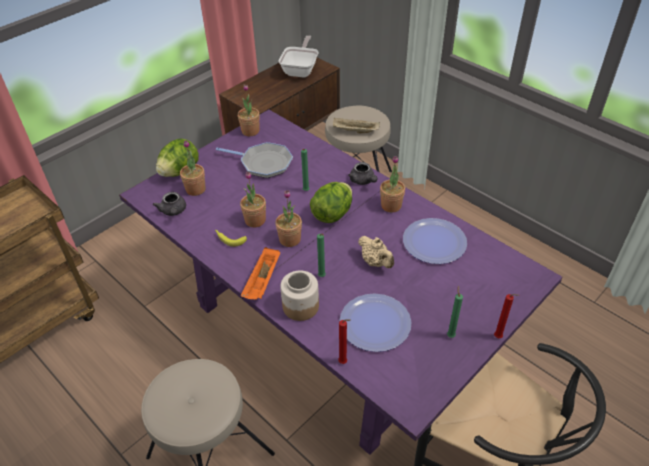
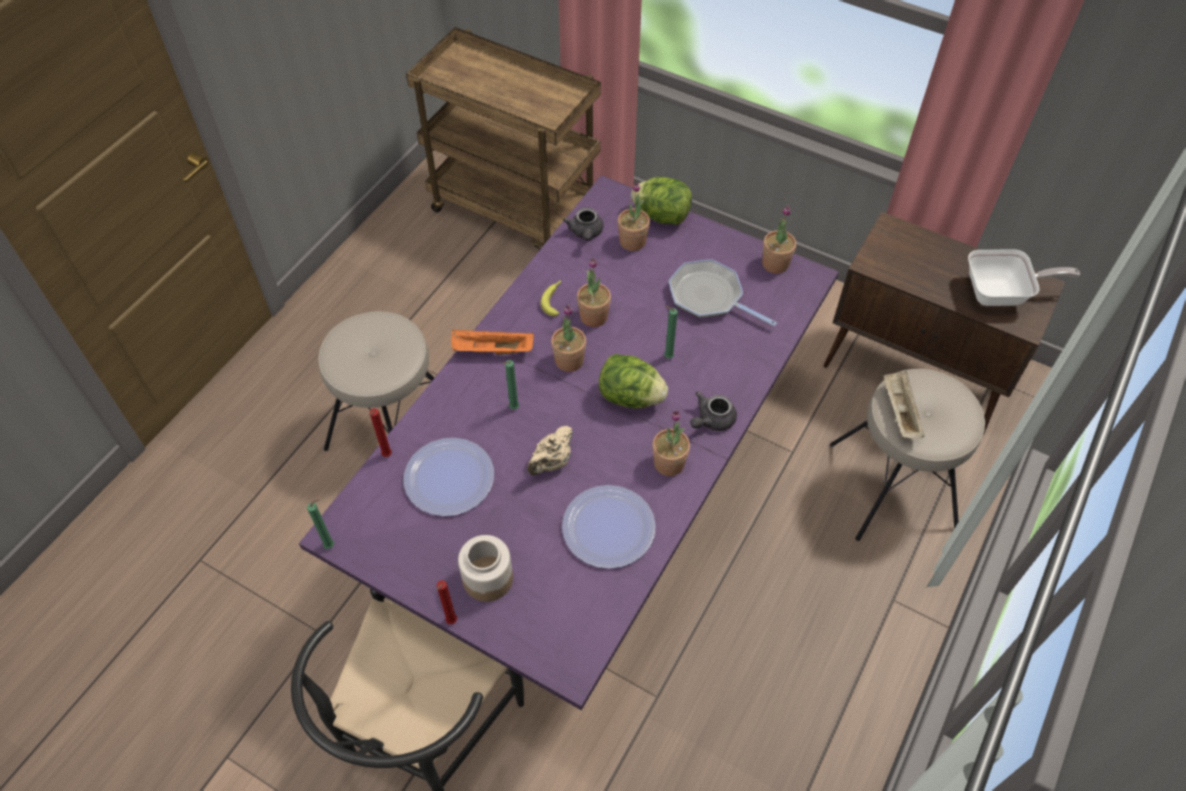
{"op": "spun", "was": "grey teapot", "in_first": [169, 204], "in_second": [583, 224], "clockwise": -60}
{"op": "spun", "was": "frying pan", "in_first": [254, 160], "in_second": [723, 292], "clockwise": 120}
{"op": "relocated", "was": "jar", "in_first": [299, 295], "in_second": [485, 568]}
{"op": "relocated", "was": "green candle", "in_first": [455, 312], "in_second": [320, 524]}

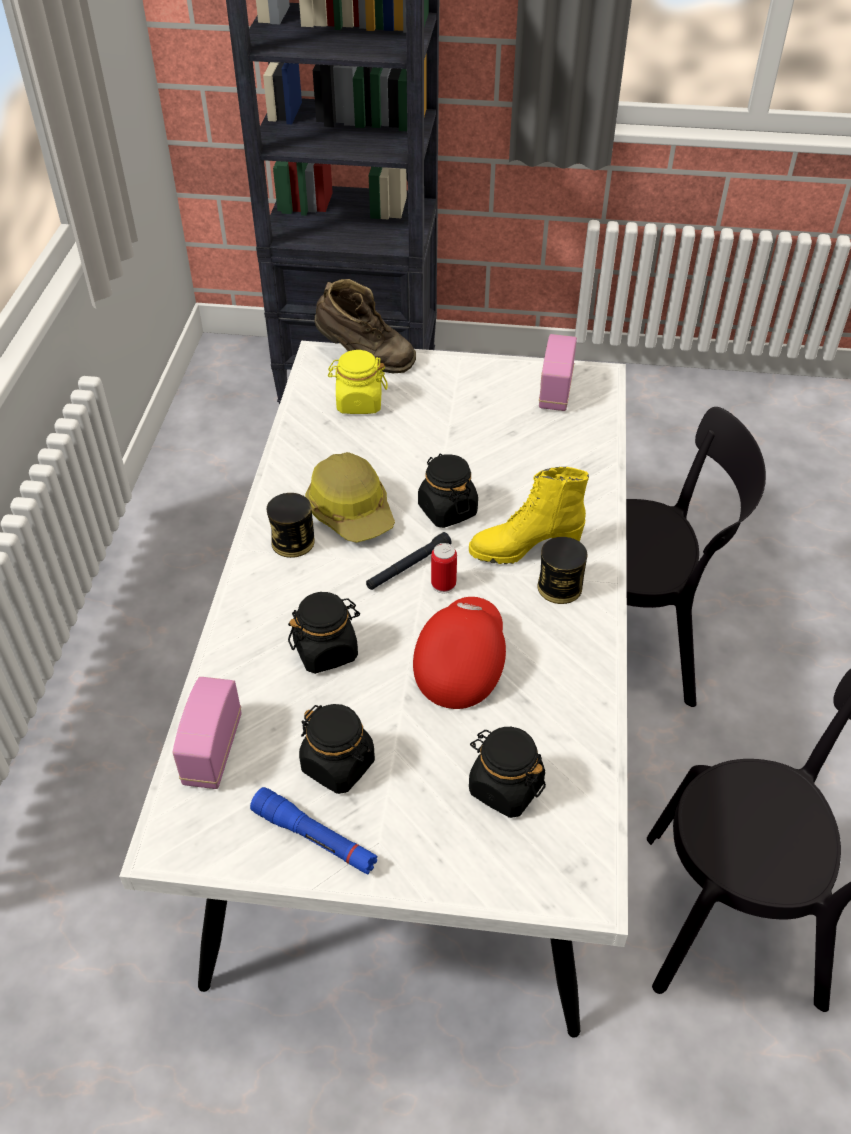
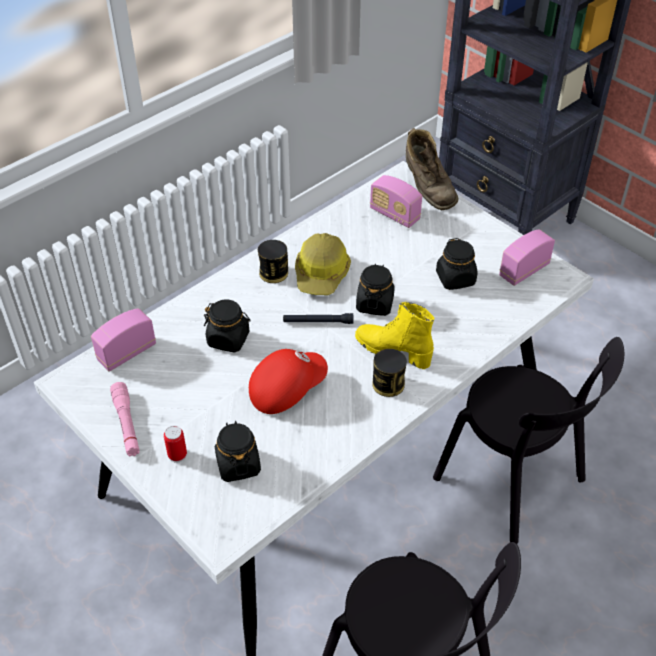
{"op": "colour", "was": "blue flashlight", "now": "pink flashlight", "in_first": [314, 830], "in_second": [125, 419]}
{"op": "relocated", "was": "black jar", "in_first": [337, 749], "in_second": [456, 264]}
{"op": "exchanged", "was": "yellow jar", "now": "radio", "in_first": [357, 382], "in_second": [396, 201]}
{"op": "relocated", "was": "can", "in_first": [444, 568], "in_second": [175, 444]}

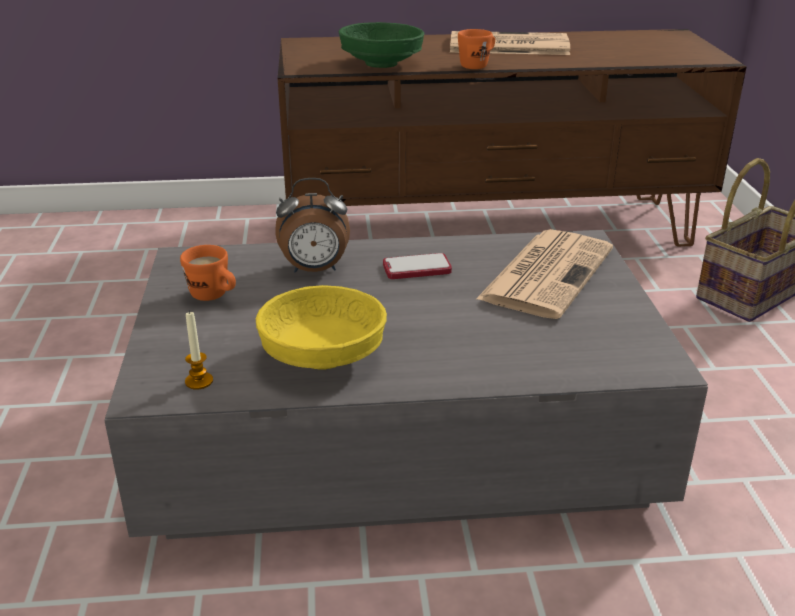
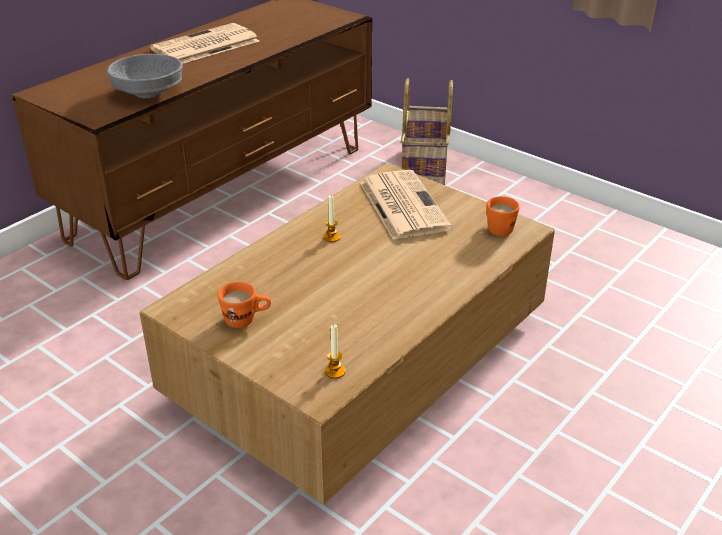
{"op": "colour", "was": "grey coffee table", "now": "brown coffee table", "in_first": [406, 384], "in_second": [347, 334]}
{"op": "missing", "was": "yellow bowl", "in_first": [321, 327]}
{"op": "missing", "was": "alarm clock", "in_first": [312, 225]}
{"op": "colour", "was": "green bowl", "now": "grey bowl", "in_first": [381, 45], "in_second": [145, 76]}
{"op": "exchanged", "was": "phone", "now": "candle", "in_first": [417, 266], "in_second": [332, 218]}
{"op": "relocated", "was": "orange mug", "in_first": [476, 49], "in_second": [503, 216]}

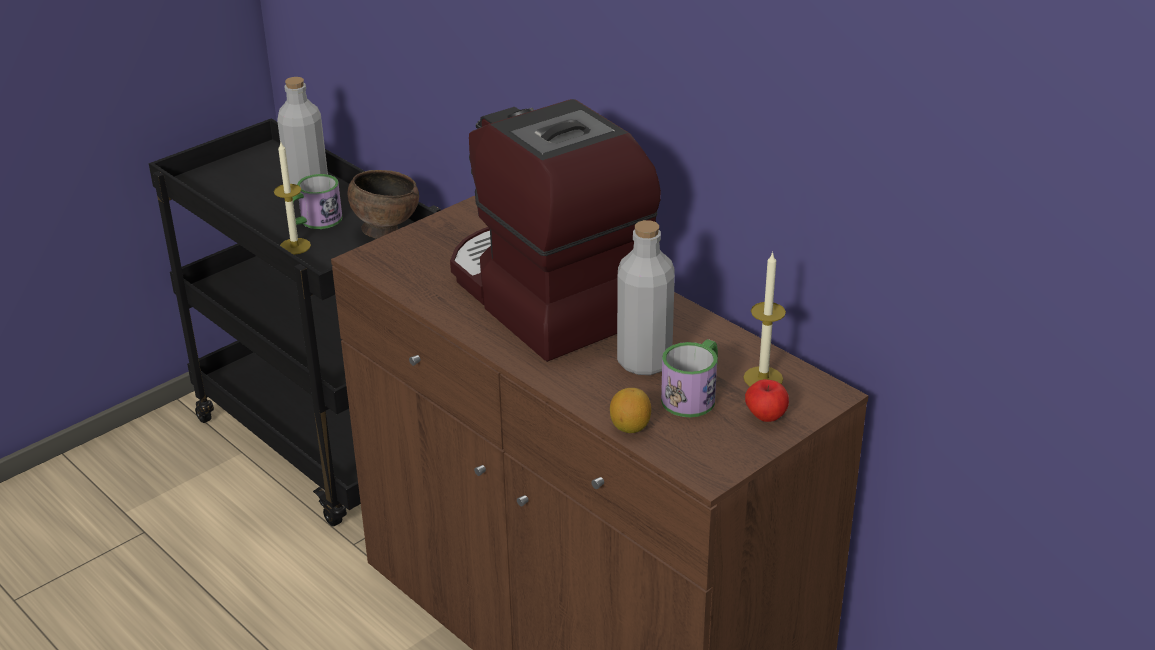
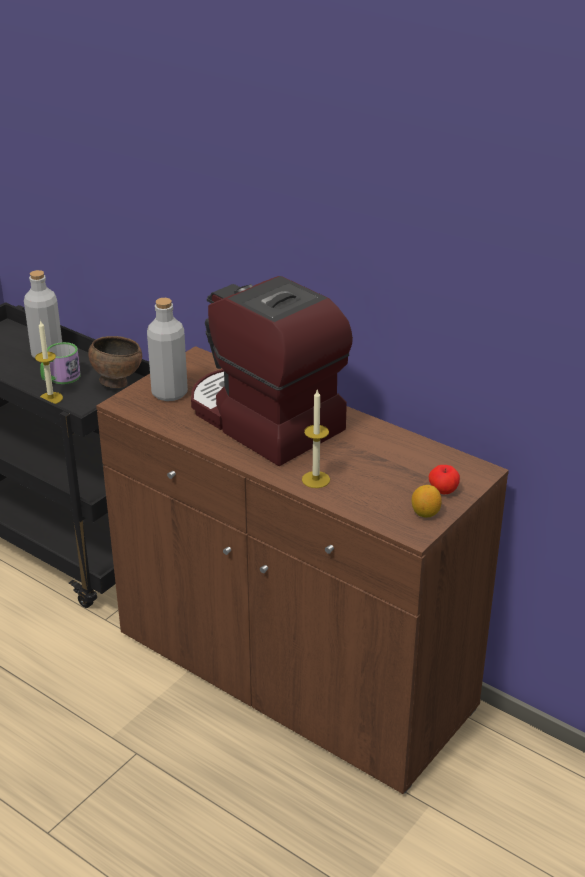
{"op": "relocated", "was": "lemon", "in_first": [630, 410], "in_second": [427, 501]}
{"op": "relocated", "was": "grey bottle", "in_first": [646, 297], "in_second": [167, 349]}
{"op": "missing", "was": "mug", "in_first": [689, 378]}
{"op": "relocated", "was": "candle", "in_first": [764, 318], "in_second": [316, 439]}

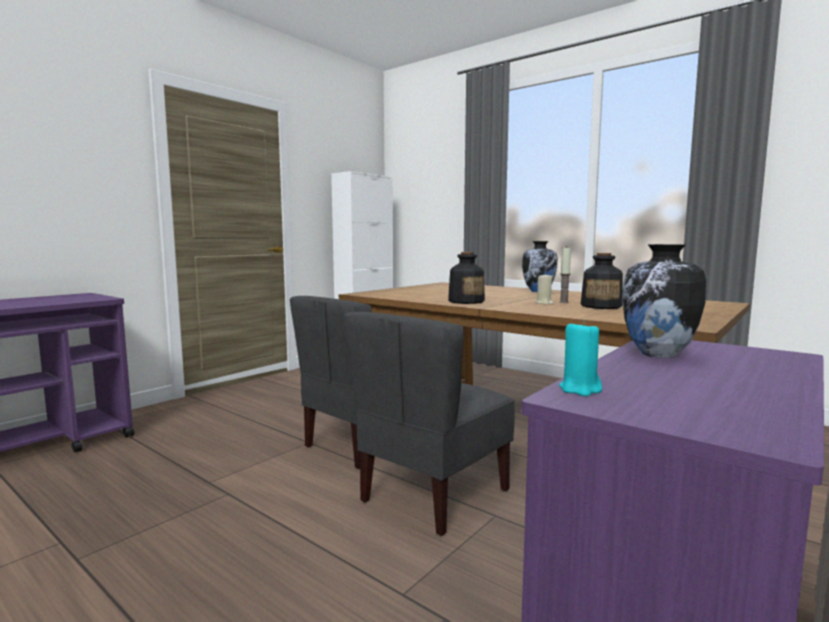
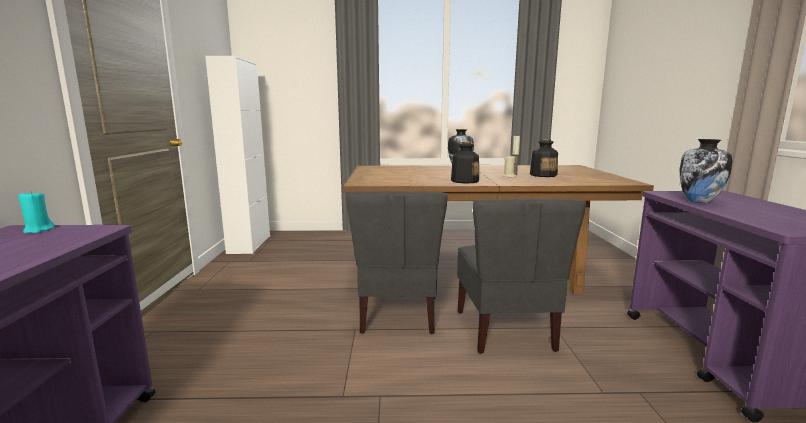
{"op": "relocated", "was": "turquoise candle", "in_first": [580, 358], "in_second": [36, 211]}

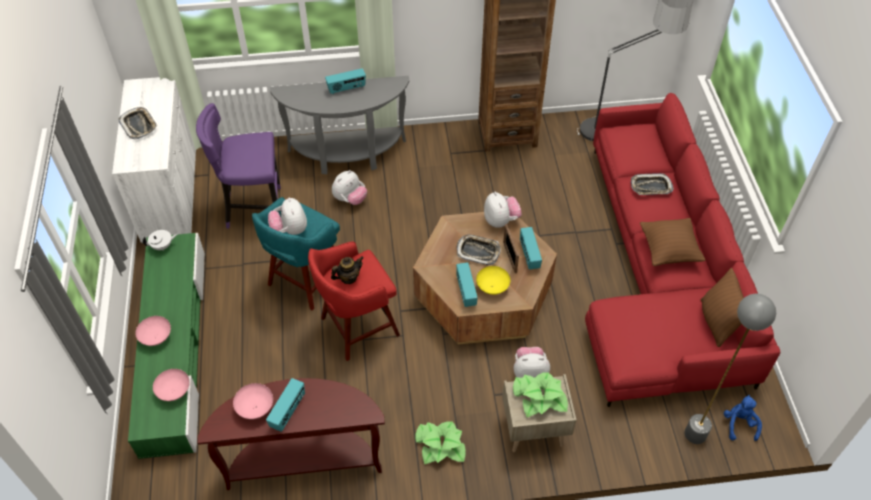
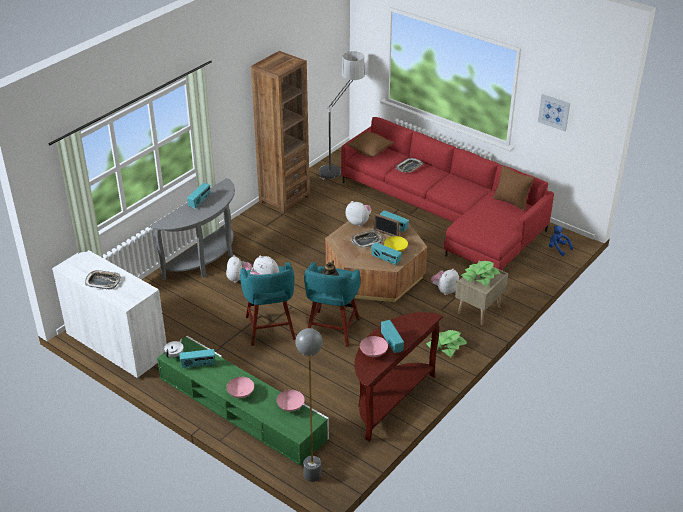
{"op": "missing", "was": "purple stool", "in_first": [238, 166]}
{"op": "colour", "was": "red stool", "now": "turquoise stool", "in_first": [354, 301], "in_second": [332, 304]}
{"op": "relocated", "was": "brown pillow", "in_first": [673, 242], "in_second": [370, 144]}
{"op": "relocated", "was": "grey floor lamp", "in_first": [730, 369], "in_second": [309, 405]}
{"op": "appeared", "now": "radio", "in_second": [197, 358]}
{"op": "appeared", "now": "picture", "in_second": [554, 112]}

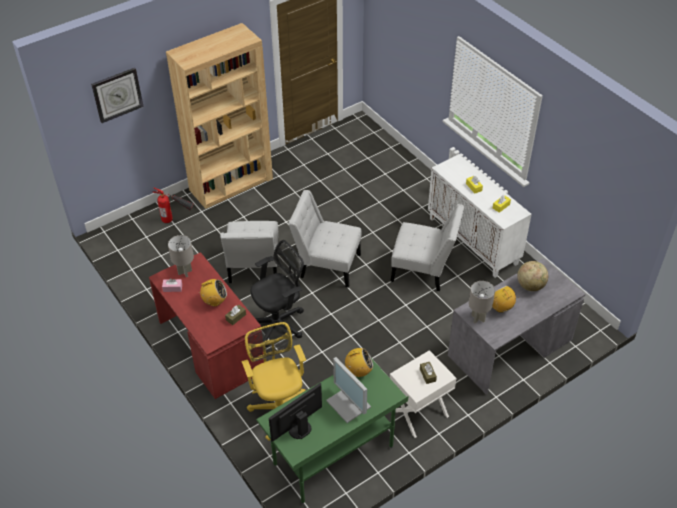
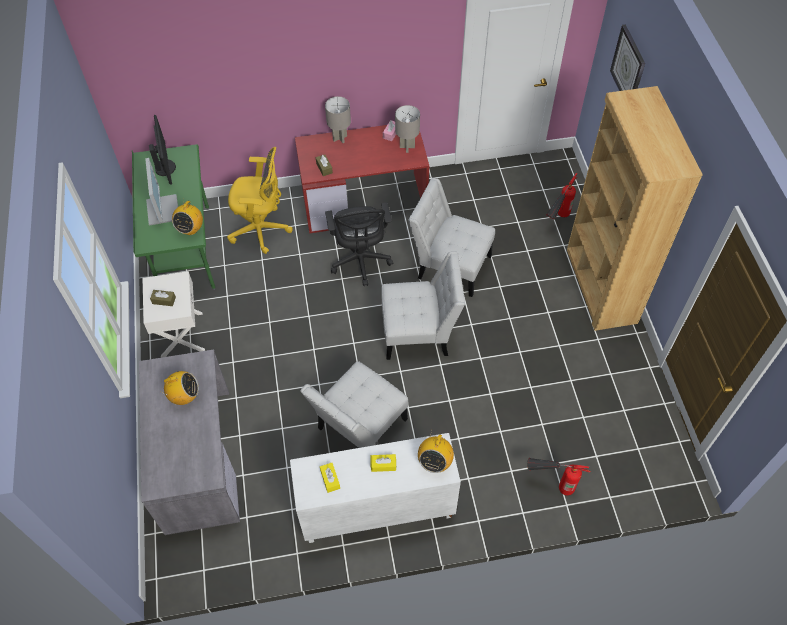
{"op": "relocated", "was": "radio", "in_first": [212, 292], "in_second": [436, 452]}
{"op": "spun", "was": "white chair", "in_first": [325, 239], "in_second": [423, 305], "clockwise": 45}
{"op": "spun", "was": "monitor", "in_first": [348, 390], "in_second": [161, 192], "clockwise": 90}
{"op": "relocated", "was": "grey table lamp", "in_first": [482, 302], "in_second": [338, 119]}
{"op": "missing", "was": "globe", "in_first": [532, 276]}
{"op": "appeared", "now": "fire extinguisher", "in_second": [558, 477]}

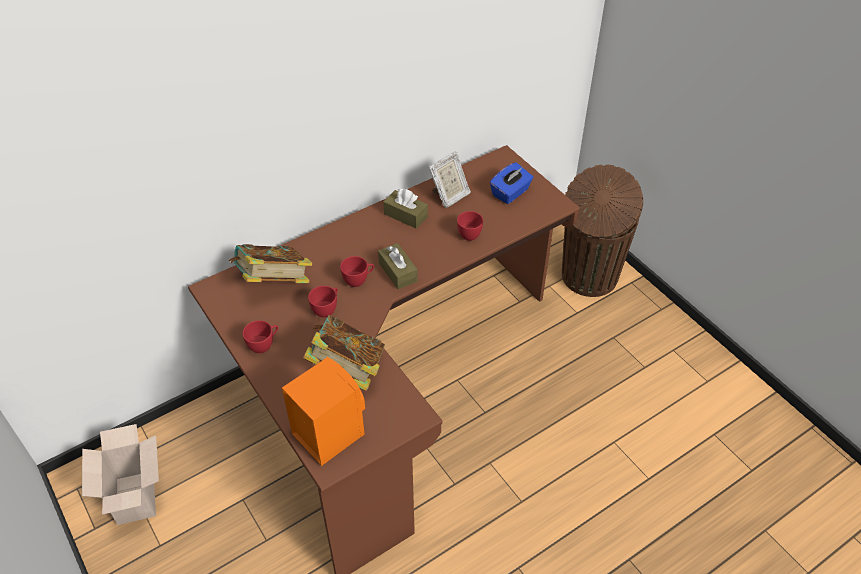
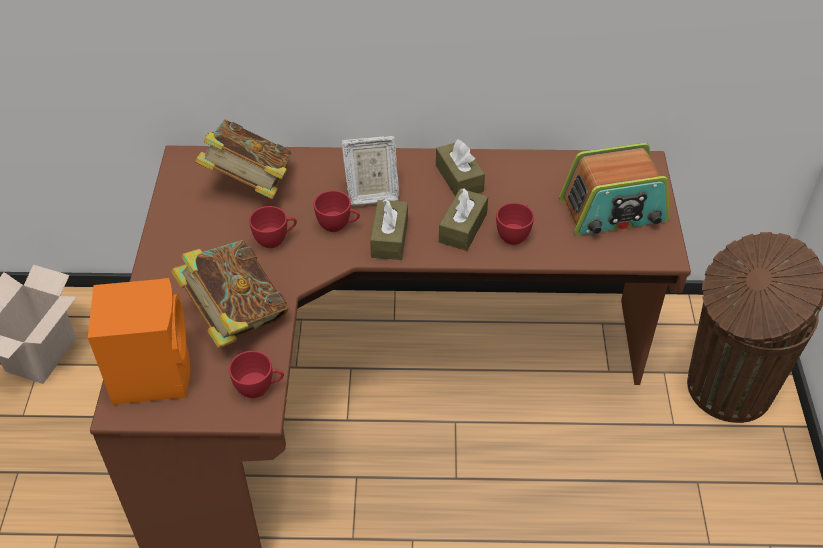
{"op": "relocated", "was": "red cup", "in_first": [260, 336], "in_second": [256, 374]}
{"op": "relocated", "was": "picture frame", "in_first": [450, 180], "in_second": [370, 171]}
{"op": "exchanged", "was": "blue tissue box", "now": "radio", "in_first": [511, 183], "in_second": [614, 189]}
{"op": "appeared", "now": "brown tissue box", "in_second": [463, 219]}

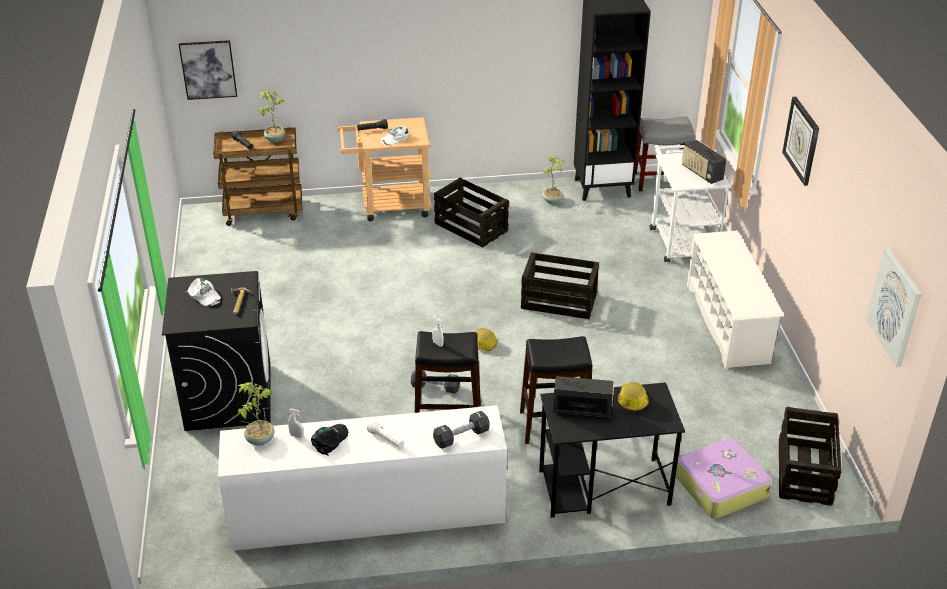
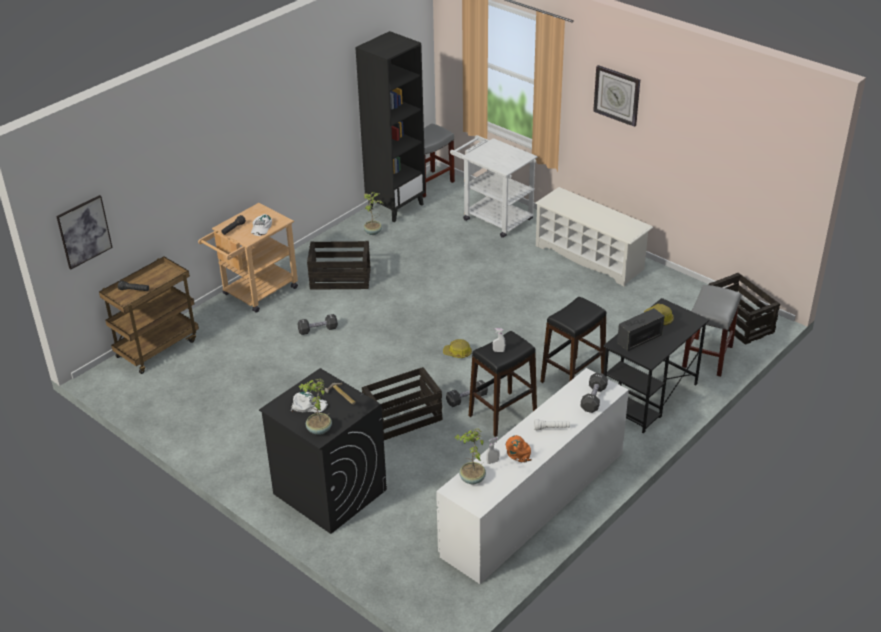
{"op": "relocated", "was": "potted plant", "in_first": [271, 116], "in_second": [315, 407]}
{"op": "colour", "was": "black cap", "now": "orange cap", "in_first": [329, 440], "in_second": [519, 448]}
{"op": "relocated", "was": "crate", "in_first": [560, 285], "in_second": [402, 403]}
{"op": "exchanged", "was": "suitcase", "now": "grey stool", "in_first": [724, 478], "in_second": [711, 331]}
{"op": "missing", "was": "radio", "in_first": [704, 162]}
{"op": "missing", "was": "picture", "in_first": [894, 308]}
{"op": "appeared", "now": "black dumbbell", "in_second": [317, 324]}

